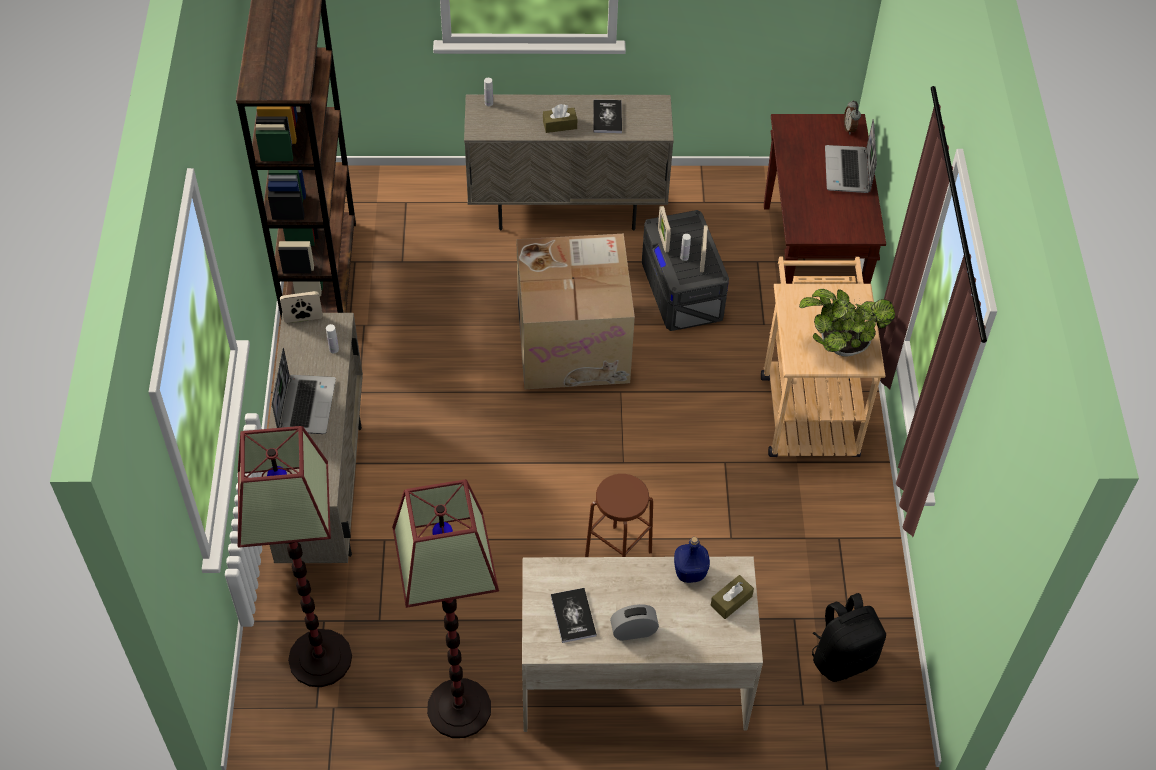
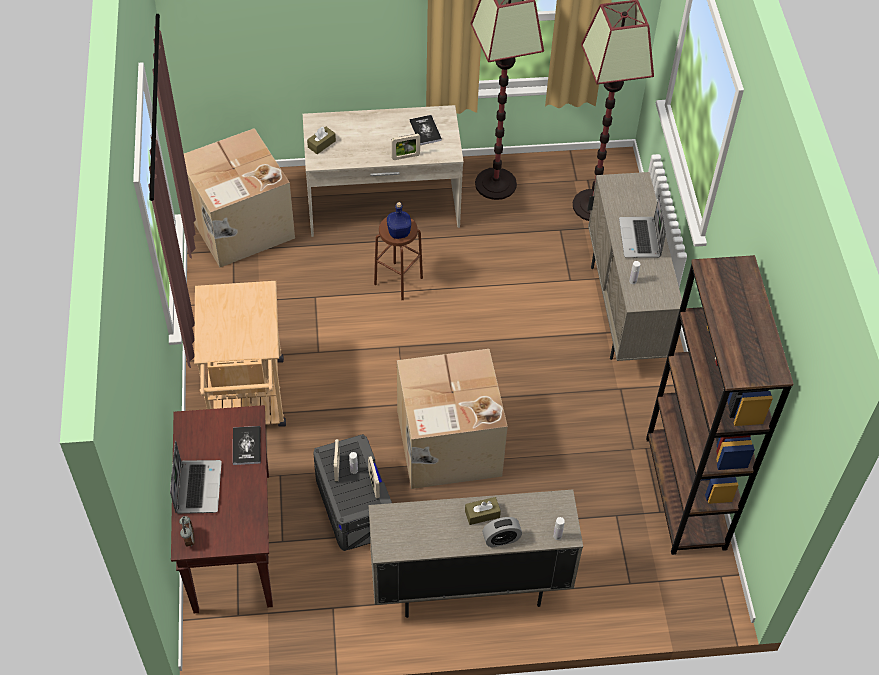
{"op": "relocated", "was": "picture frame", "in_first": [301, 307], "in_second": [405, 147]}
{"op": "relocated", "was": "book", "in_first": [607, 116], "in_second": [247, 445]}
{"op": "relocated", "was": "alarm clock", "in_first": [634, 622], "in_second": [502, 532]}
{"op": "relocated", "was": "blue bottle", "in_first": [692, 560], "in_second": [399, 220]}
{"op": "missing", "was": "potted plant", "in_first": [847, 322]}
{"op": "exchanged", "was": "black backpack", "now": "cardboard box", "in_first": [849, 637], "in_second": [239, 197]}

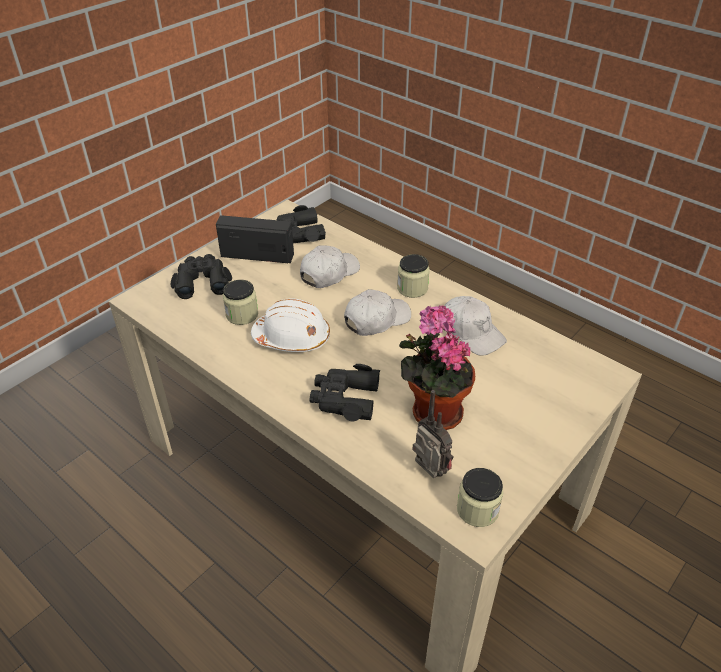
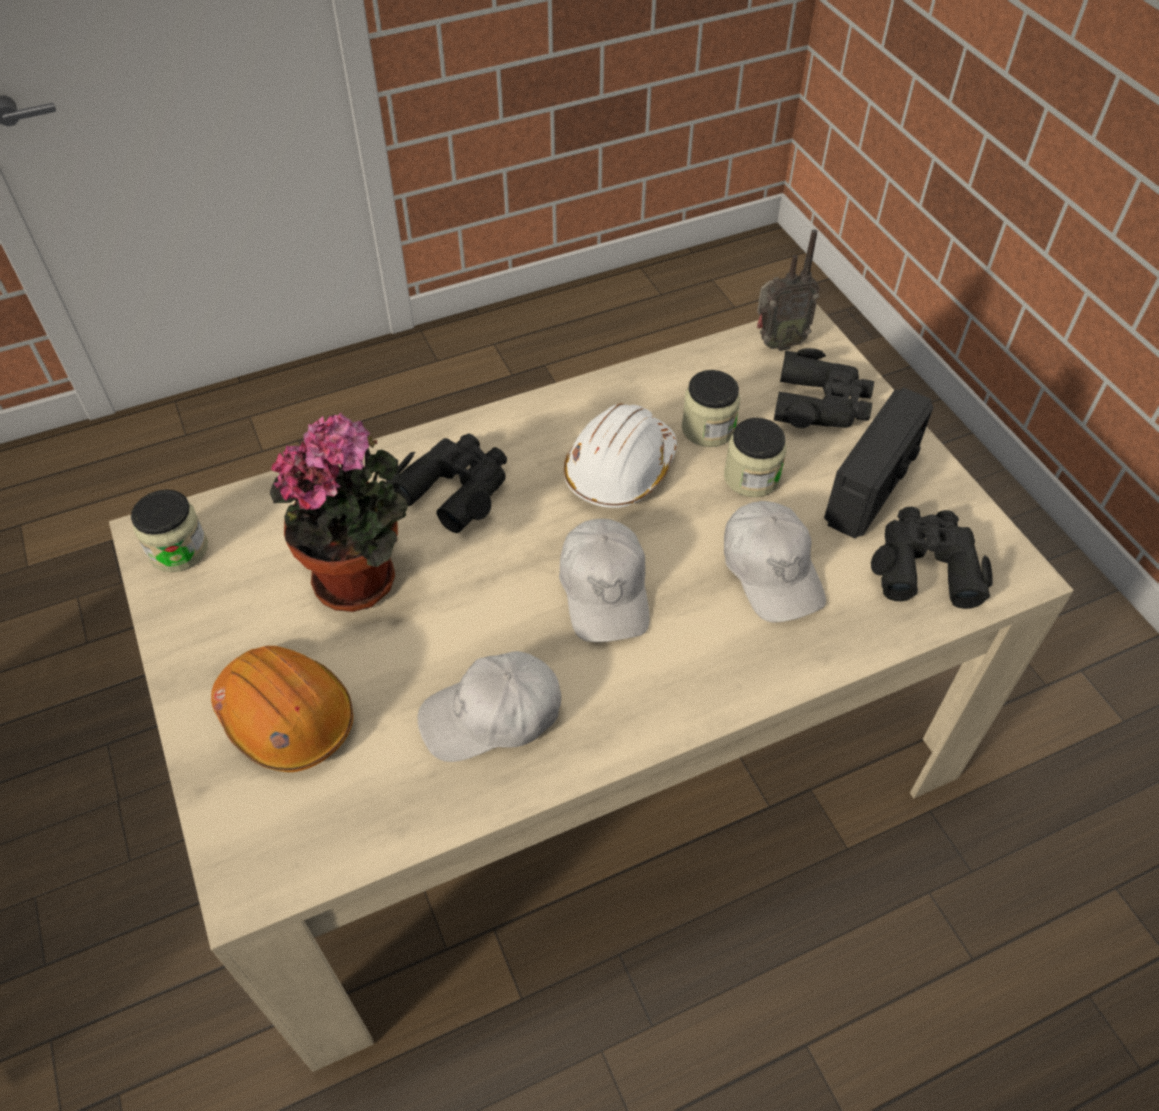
{"op": "relocated", "was": "jar", "in_first": [413, 276], "in_second": [755, 457]}
{"op": "relocated", "was": "radio", "in_first": [433, 434], "in_second": [788, 290]}
{"op": "appeared", "now": "orange hard hat", "in_second": [282, 709]}

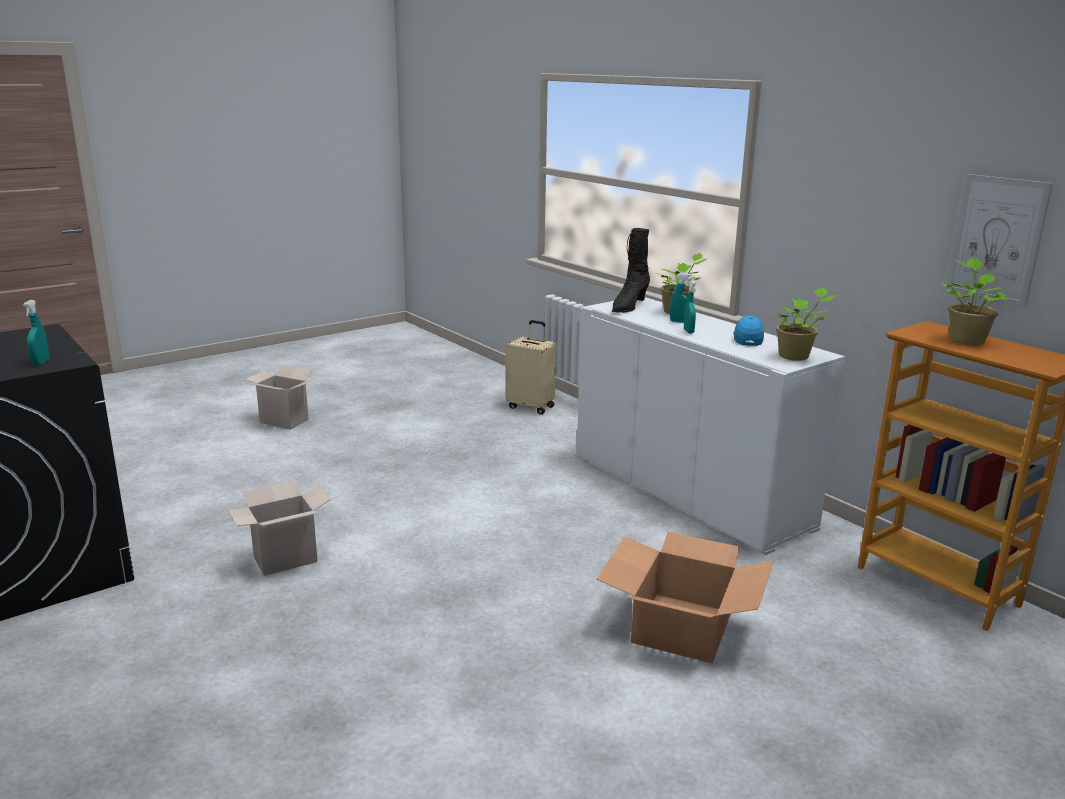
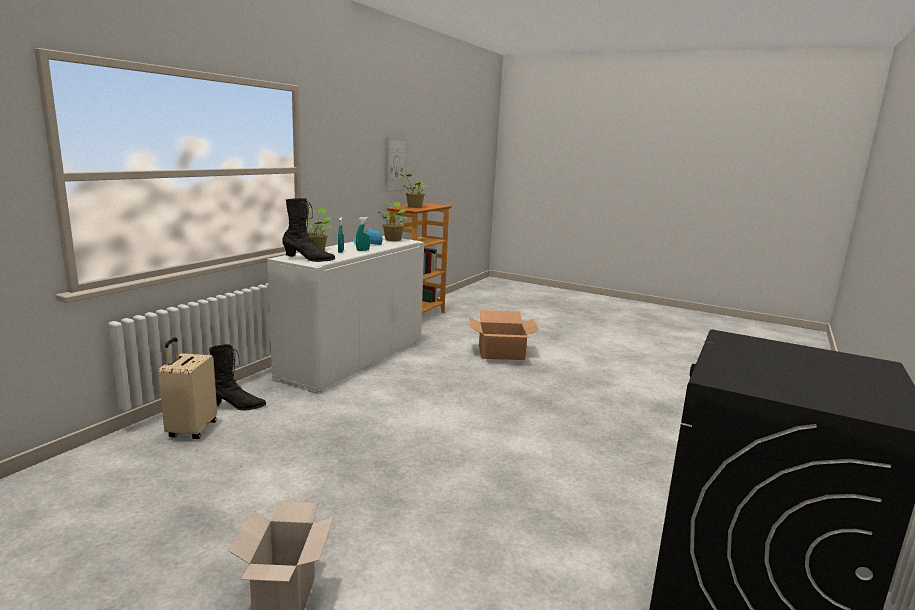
{"op": "missing", "was": "turquoise spray bottle", "in_first": [36, 333]}
{"op": "missing", "was": "cardboard box", "in_first": [279, 528]}
{"op": "appeared", "now": "black boot", "in_second": [237, 377]}

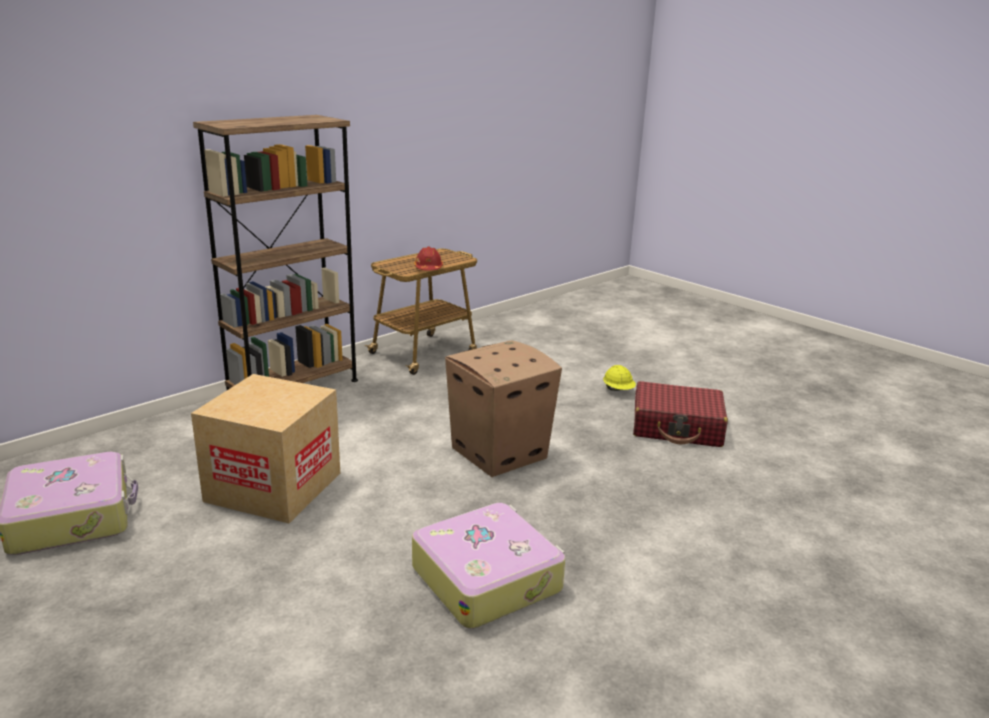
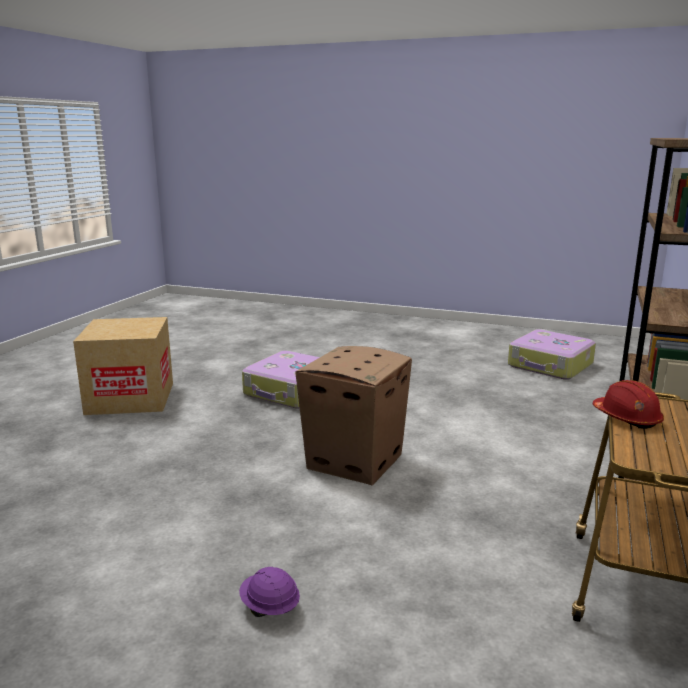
{"op": "relocated", "was": "cardboard box", "in_first": [265, 448], "in_second": [123, 366]}
{"op": "colour", "was": "yellow hard hat", "now": "purple hard hat", "in_first": [619, 378], "in_second": [269, 592]}
{"op": "missing", "was": "red suitcase", "in_first": [680, 414]}

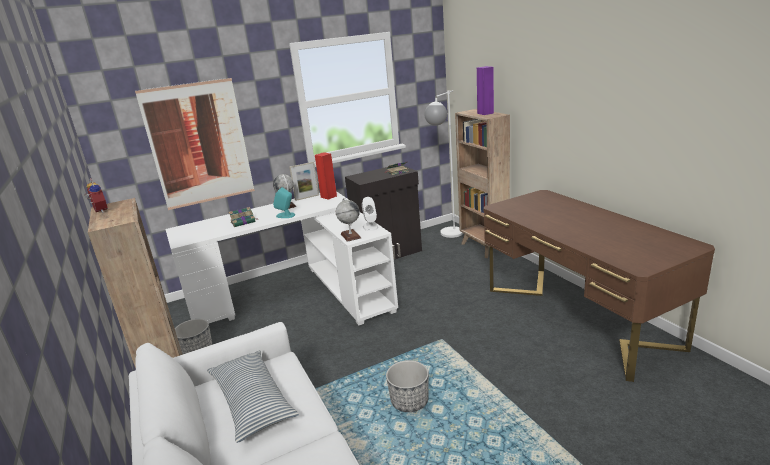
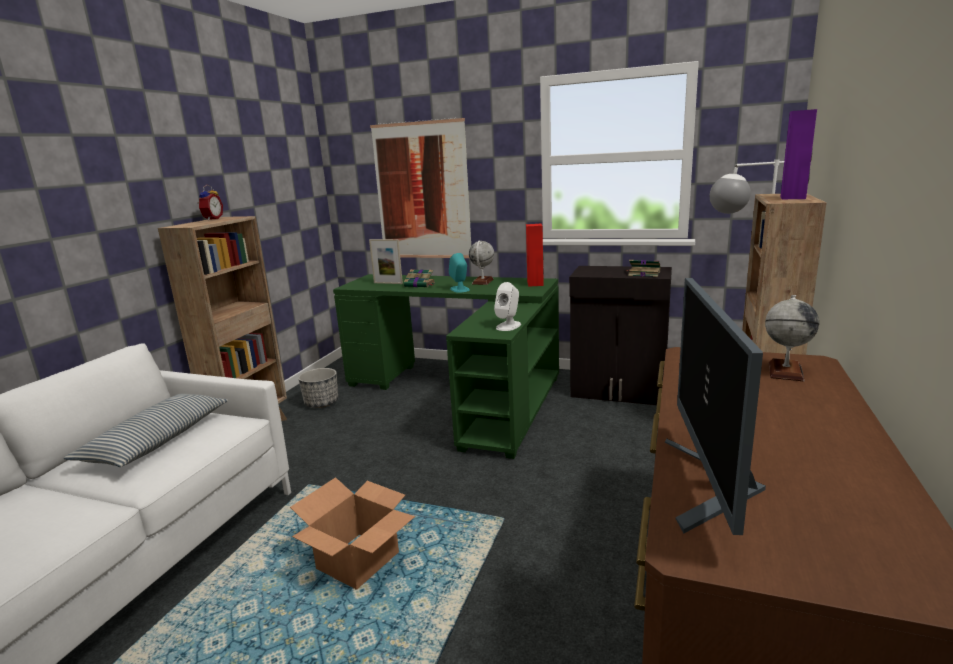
{"op": "colour", "was": "white desk", "now": "green desk", "in_first": [281, 258], "in_second": [446, 366]}
{"op": "relocated", "was": "picture frame", "in_first": [304, 181], "in_second": [386, 261]}
{"op": "relocated", "was": "globe", "in_first": [348, 220], "in_second": [792, 338]}
{"op": "exchanged", "was": "planter", "now": "cardboard box", "in_first": [407, 386], "in_second": [352, 533]}
{"op": "appeared", "now": "monitor", "in_second": [715, 406]}

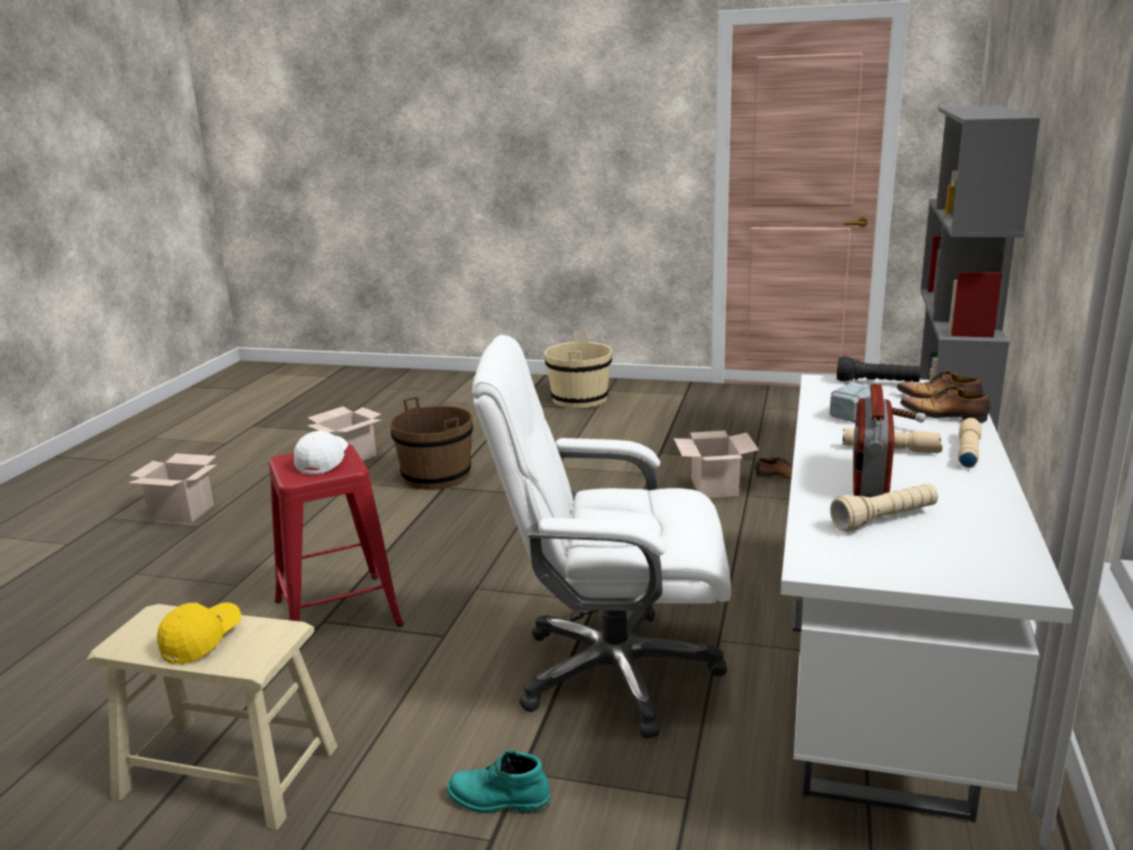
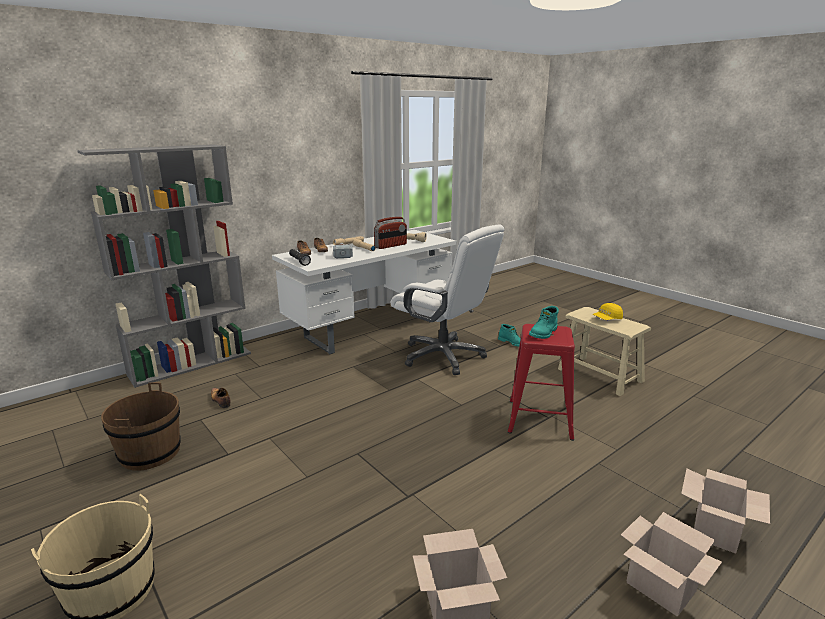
{"op": "exchanged", "was": "white cap", "now": "turquoise boot", "in_first": [321, 452], "in_second": [544, 322]}
{"op": "relocated", "was": "brown bucket", "in_first": [431, 443], "in_second": [141, 426]}
{"op": "relocated", "was": "cardboard box", "in_first": [716, 464], "in_second": [725, 511]}

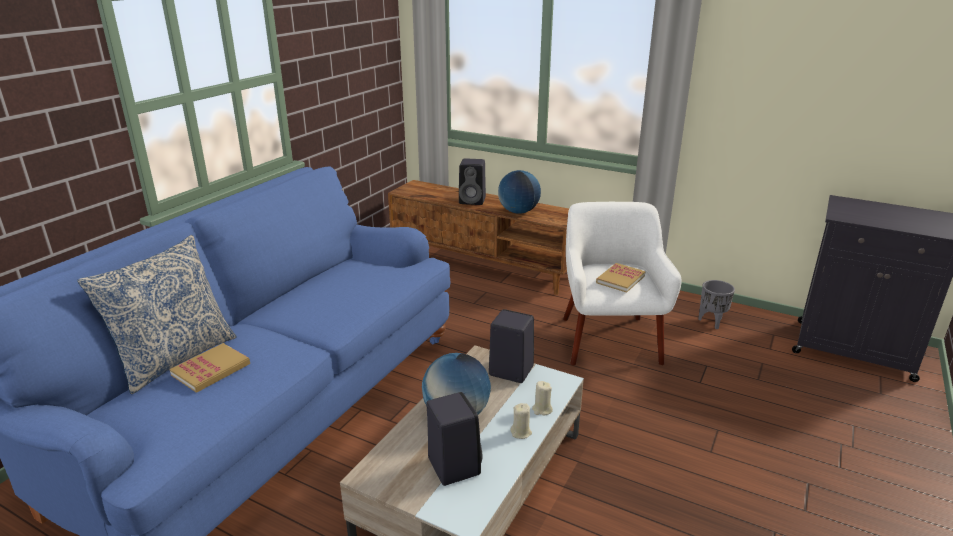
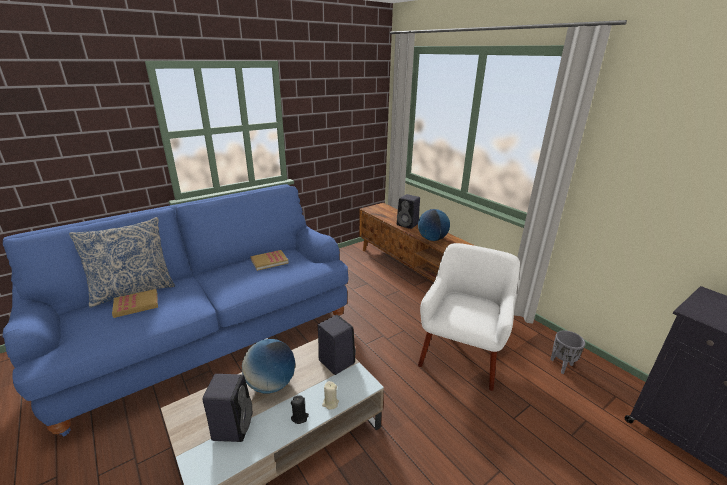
{"op": "colour", "was": "beige candle", "now": "black candle", "in_first": [521, 421], "in_second": [300, 410]}
{"op": "relocated", "was": "book", "in_first": [621, 278], "in_second": [270, 260]}

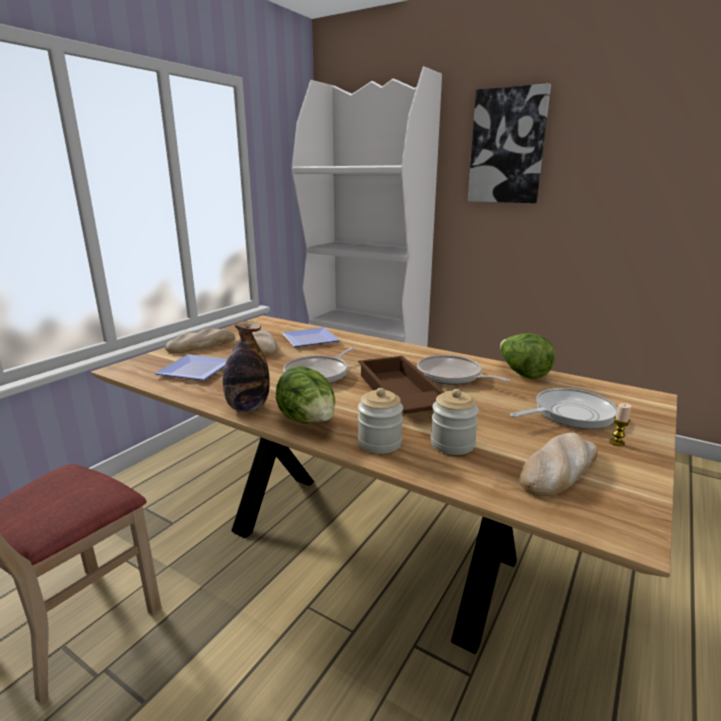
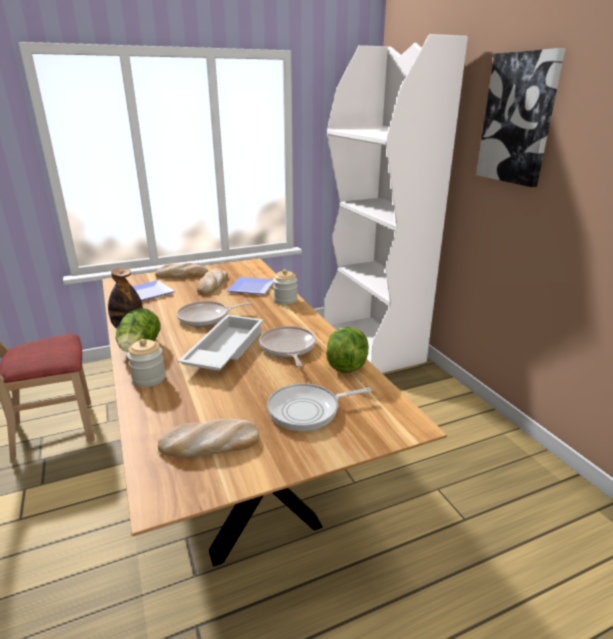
{"op": "colour", "was": "brown tray", "now": "white tray", "in_first": [401, 385], "in_second": [220, 343]}
{"op": "relocated", "was": "jar", "in_first": [455, 422], "in_second": [285, 287]}
{"op": "spun", "was": "frying pan", "in_first": [564, 408], "in_second": [319, 407], "clockwise": 150}
{"op": "missing", "was": "candle", "in_first": [620, 424]}

